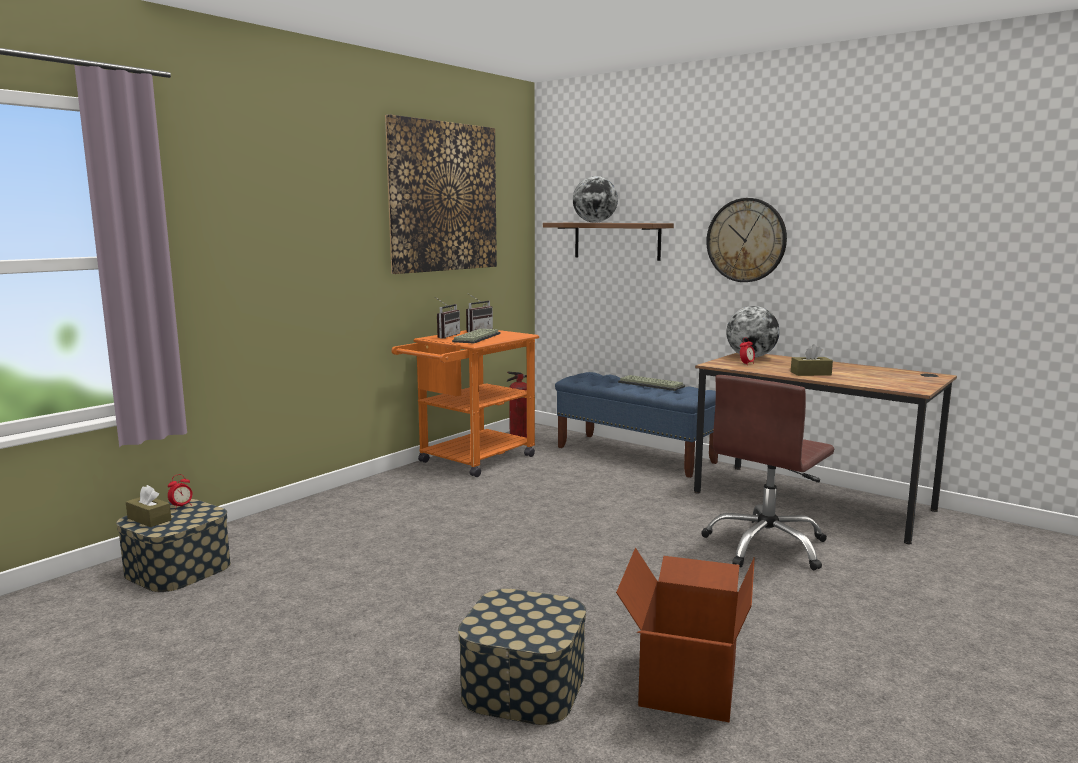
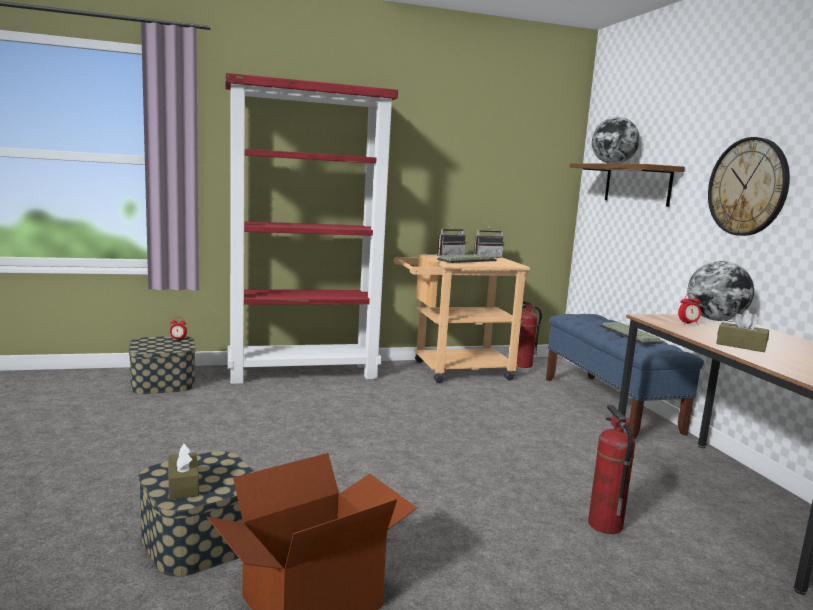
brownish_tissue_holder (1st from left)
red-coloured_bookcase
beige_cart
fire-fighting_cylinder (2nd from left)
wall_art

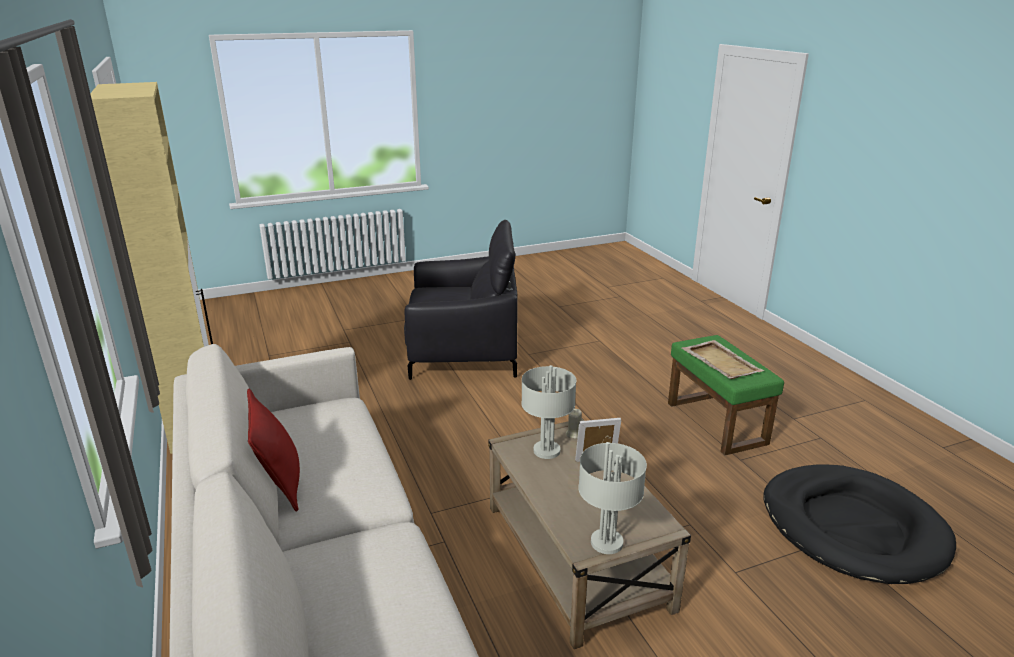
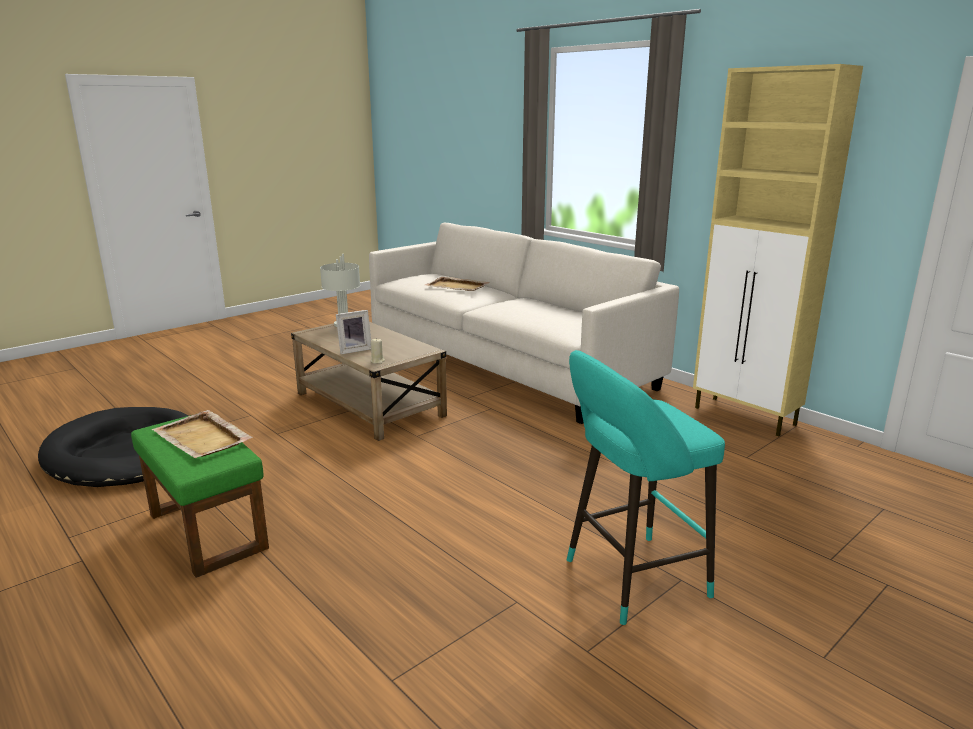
beige_carrying_tray (2nd from left)
turquoise-coloured_stool
red-coloured_throw_pillow
gray_lamp_for_a_table (1st from left in the first image)

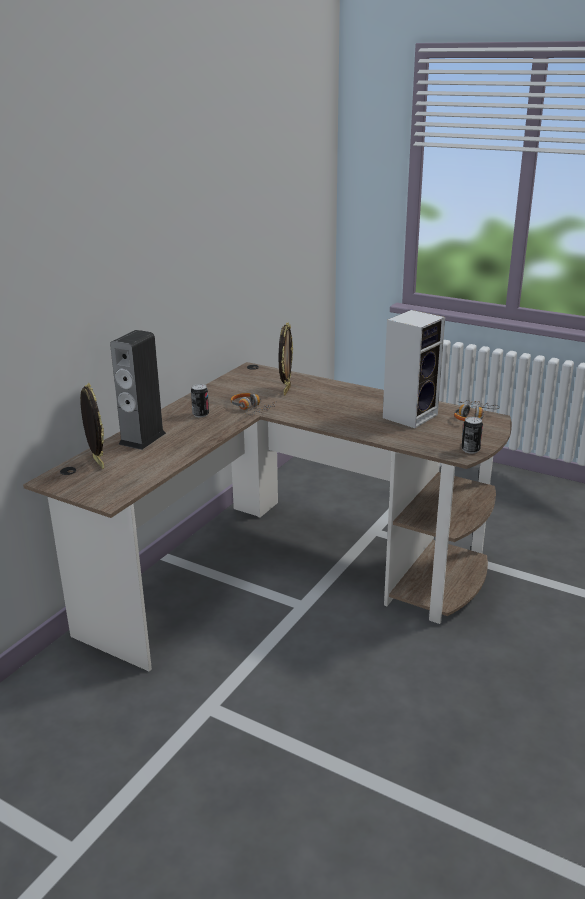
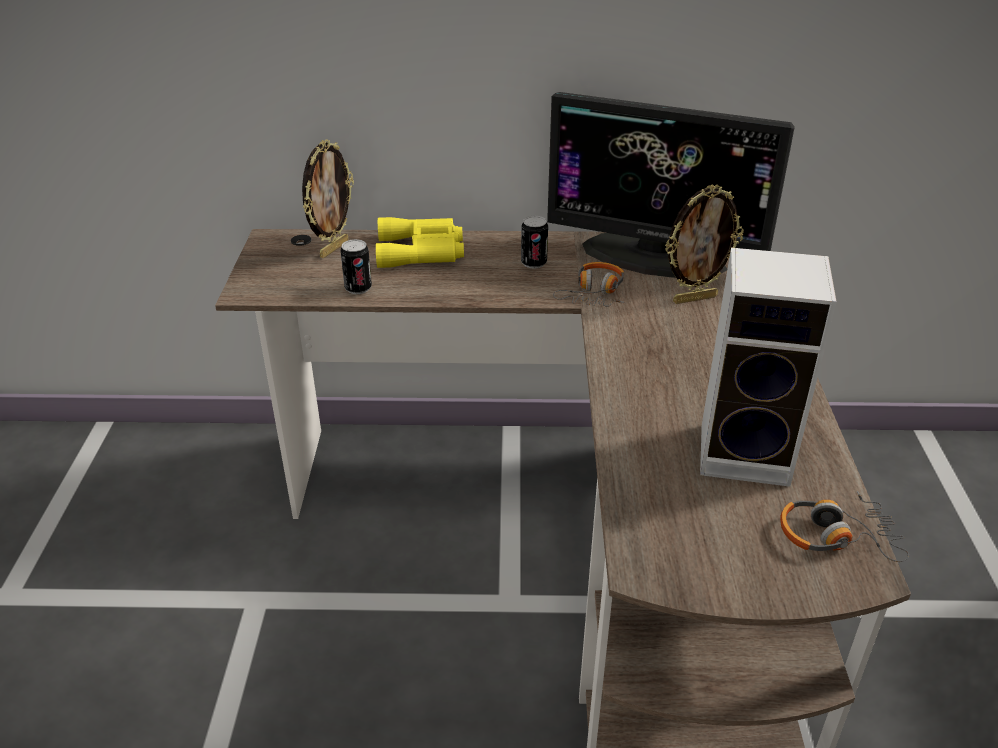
sealed_can (1st from left)
yellow-coloured_pair_of_binoculars
computer_display

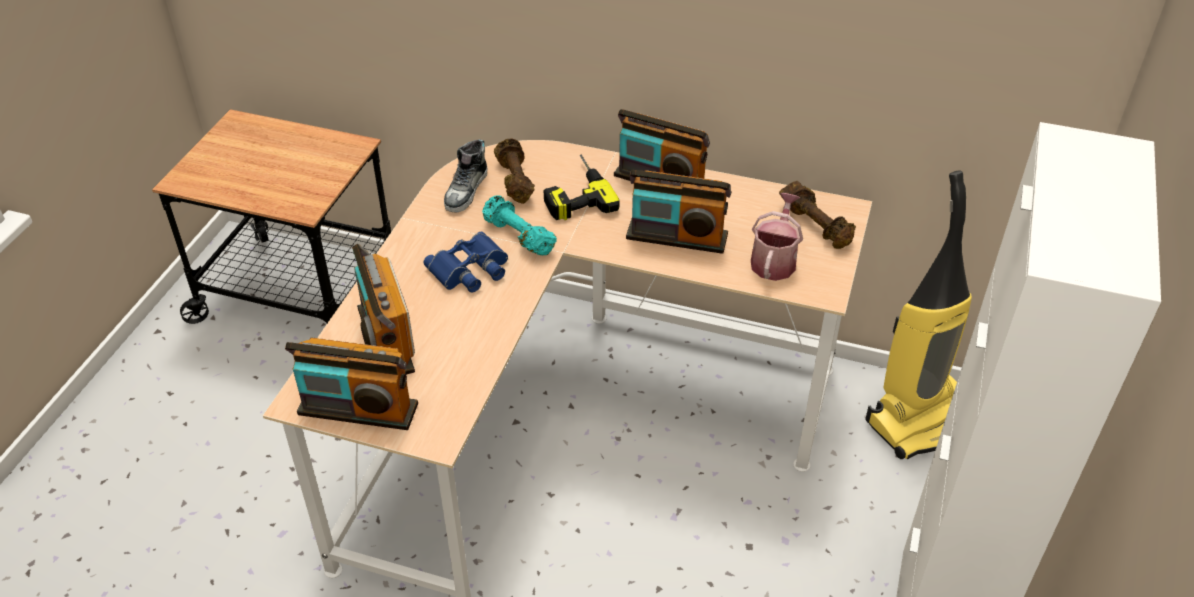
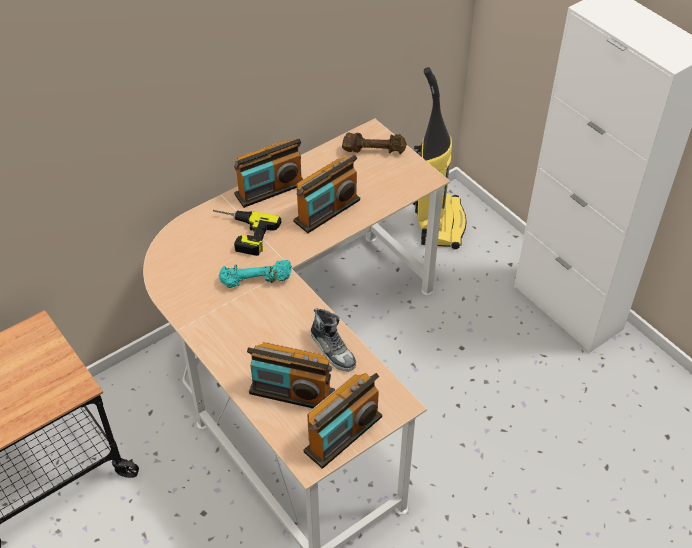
low_shoe
bluish_pair_of_binoculars
brownish_dumbbell (1st from left in the first image)
sprinkling_can

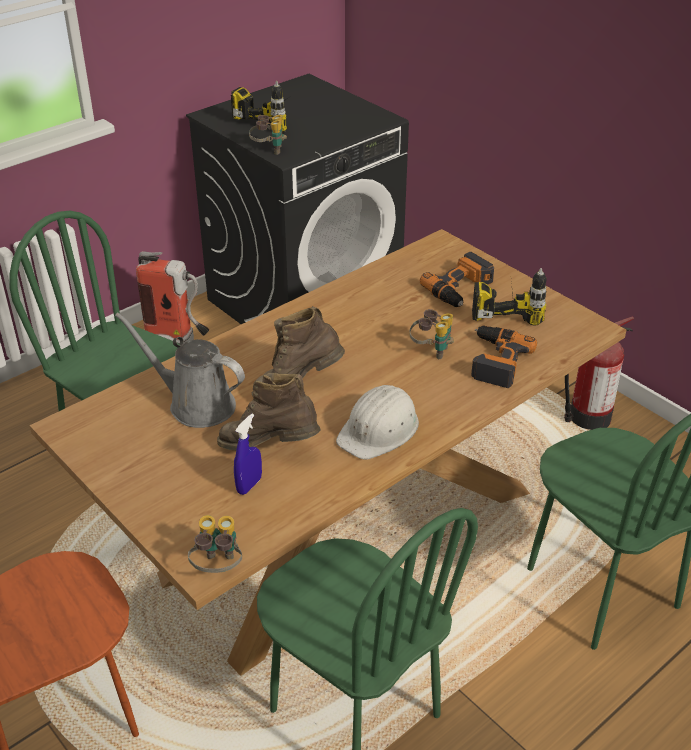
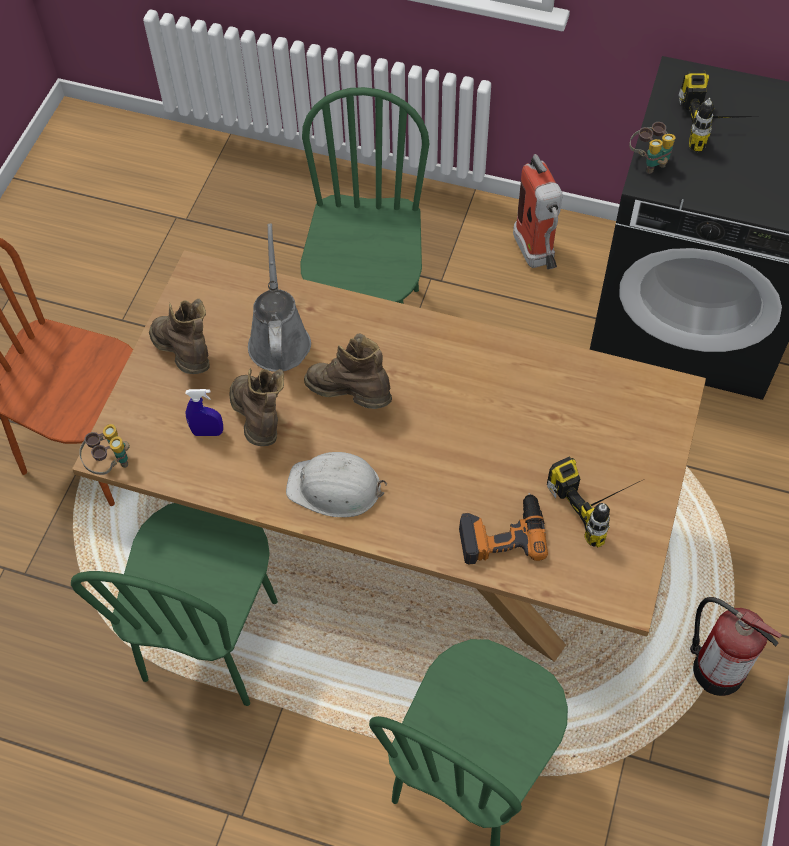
brownish_tall_boot (1st from left)
pair_of_binoculars (3rd from left in the first image)
drill (2nd from left in the first image)

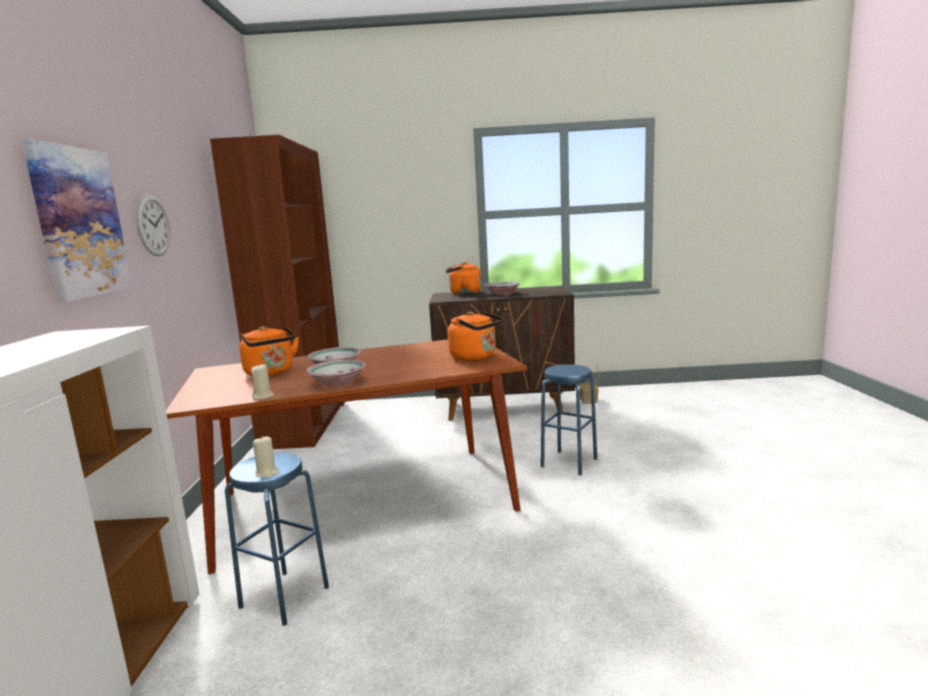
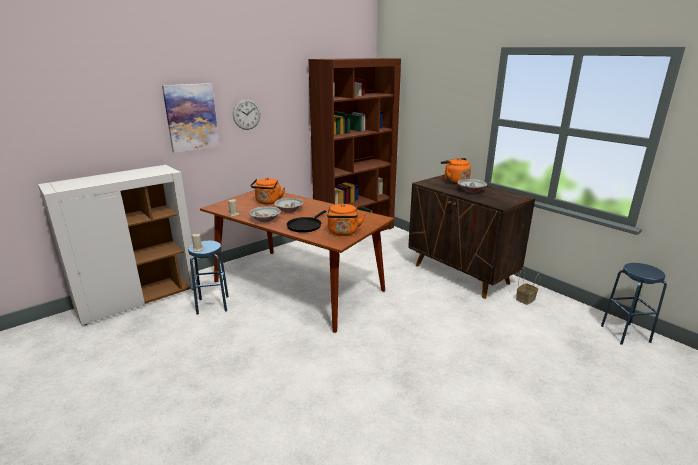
black_skillet
bluish_stool (2nd from left)

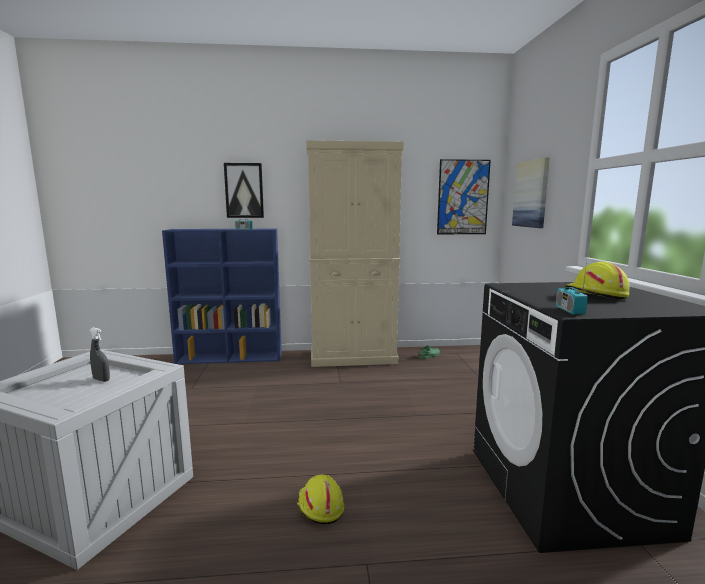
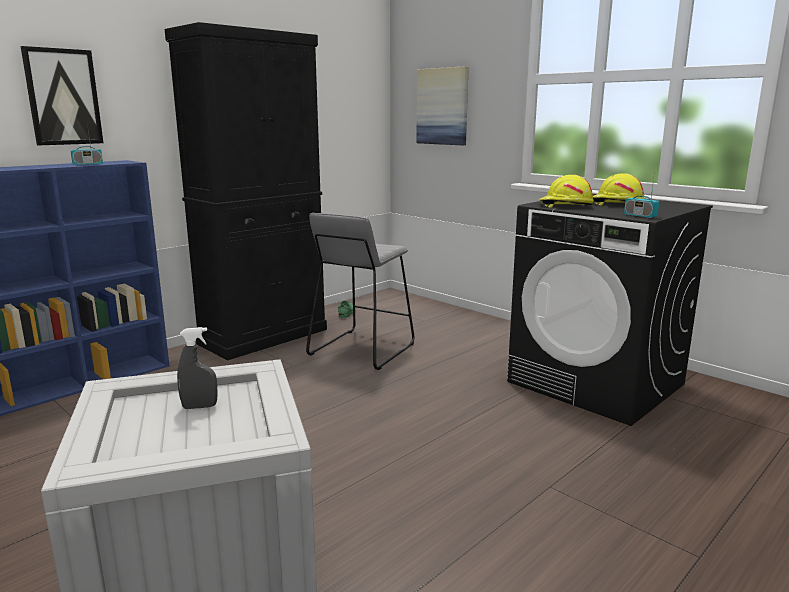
black_storage_cabinet
gray_stool
yellow-coloured_hard_hat (1st from left)
wall_art (2nd from left in the first image)

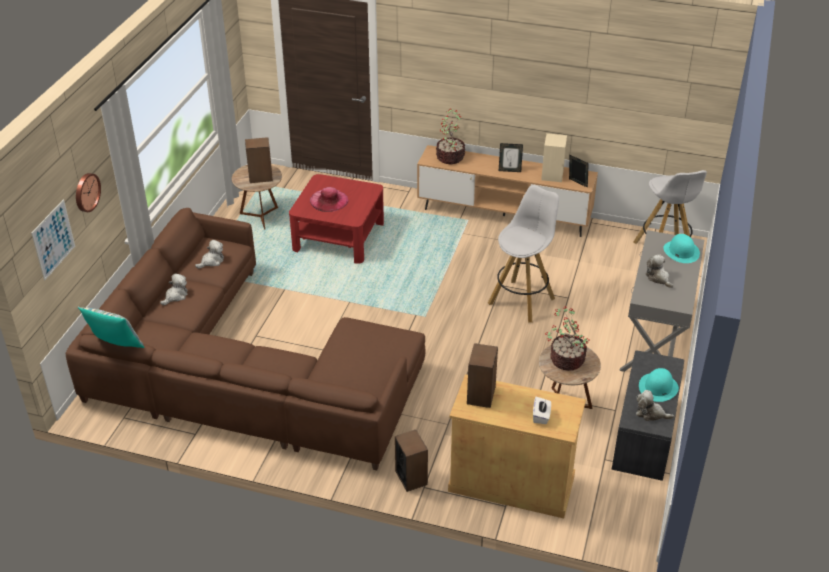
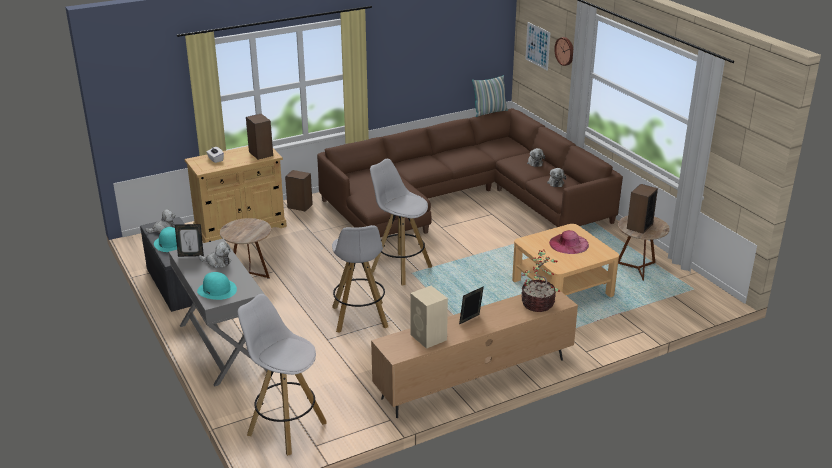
standing_frame (1st from left)
whitish_stool (3rd from left)
beige_low_table
plant_in_a_pot (2nd from left in the first image)

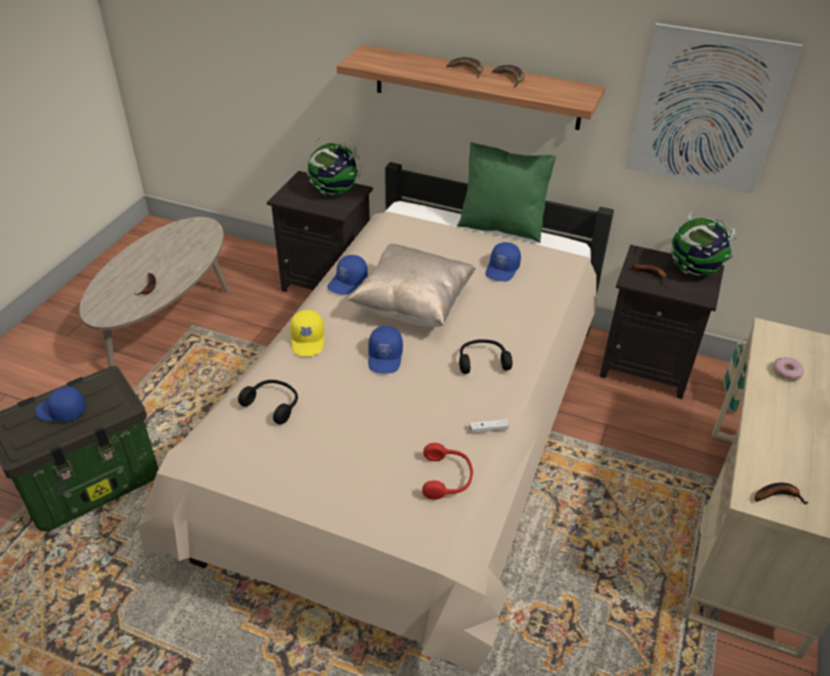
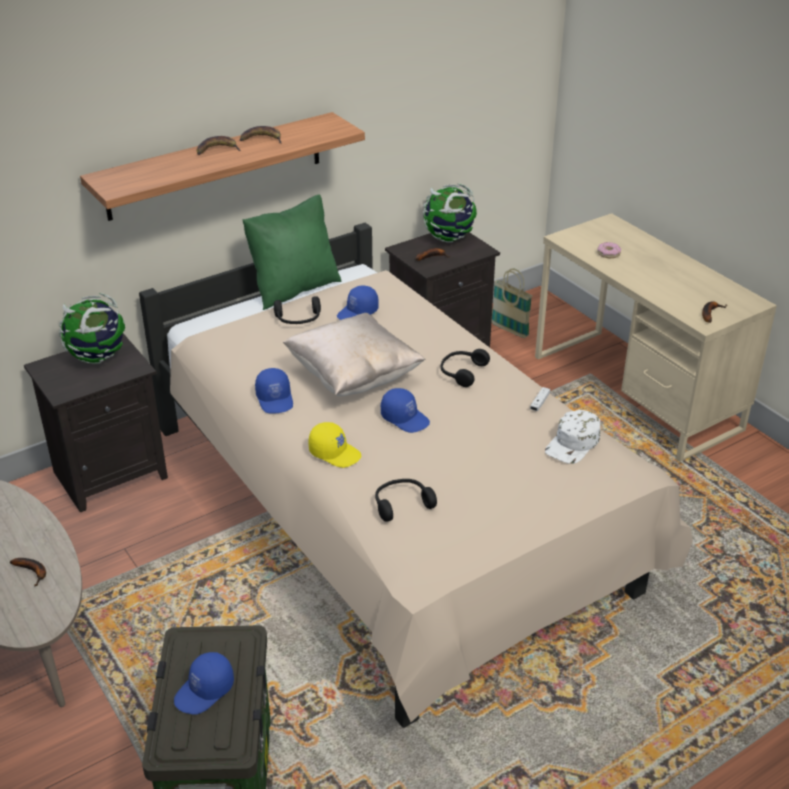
black_headset (1st from left)
bluish_cap (3rd from left)
whitish_cap
wall_art

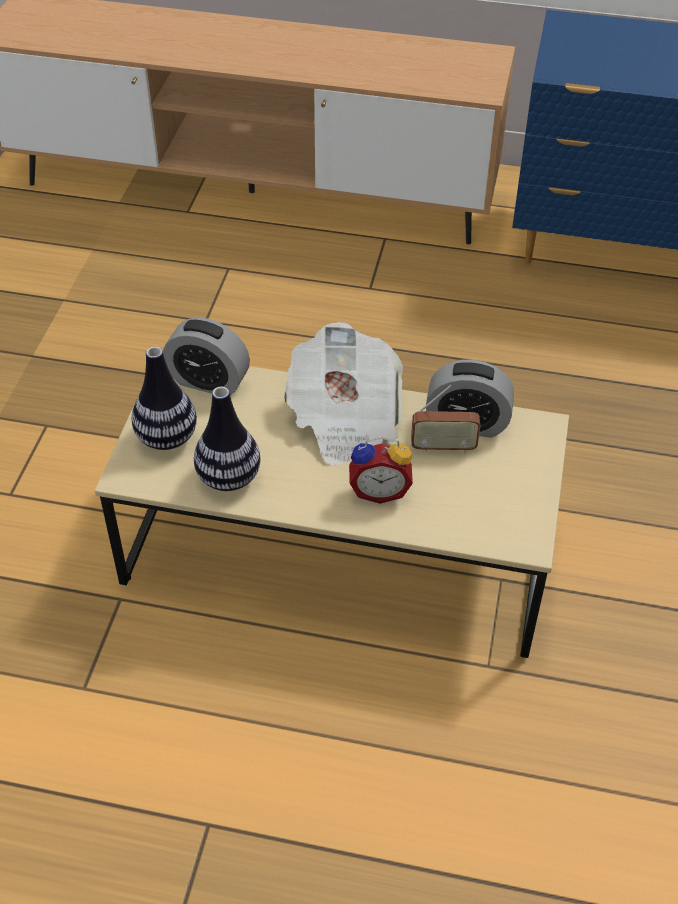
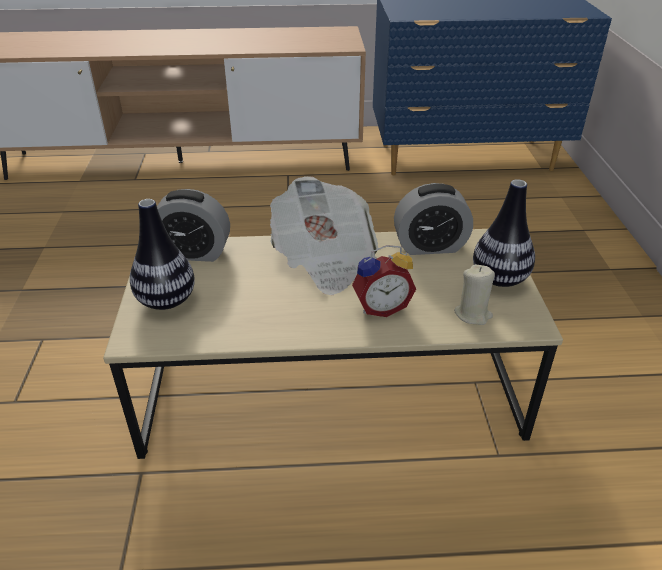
beige_wax_light
vase (2nd from left)
radio

